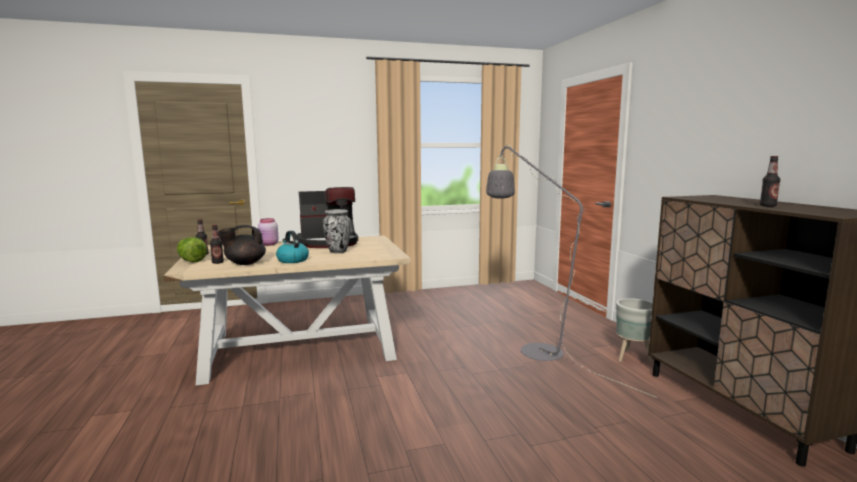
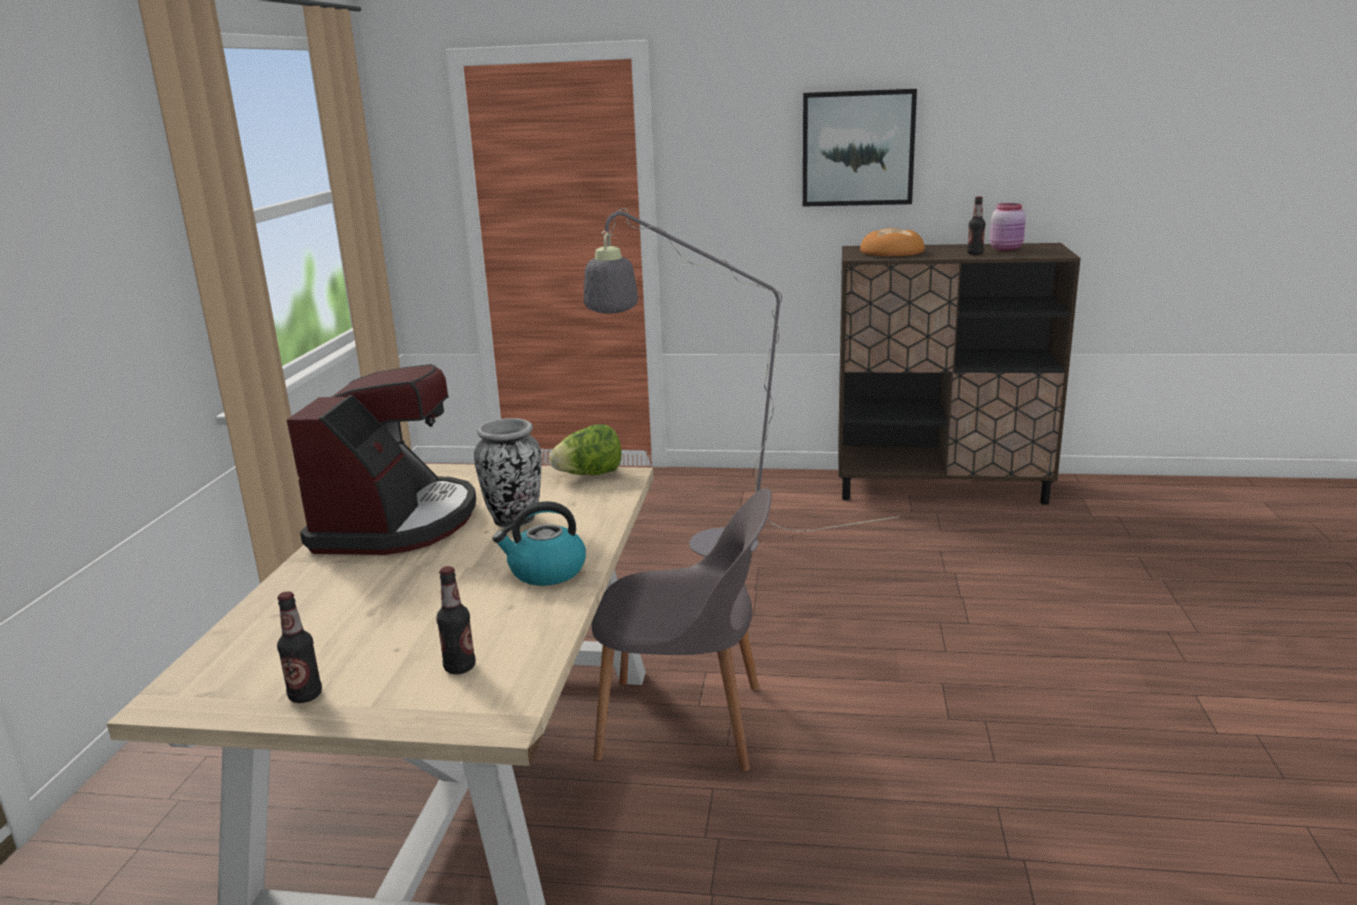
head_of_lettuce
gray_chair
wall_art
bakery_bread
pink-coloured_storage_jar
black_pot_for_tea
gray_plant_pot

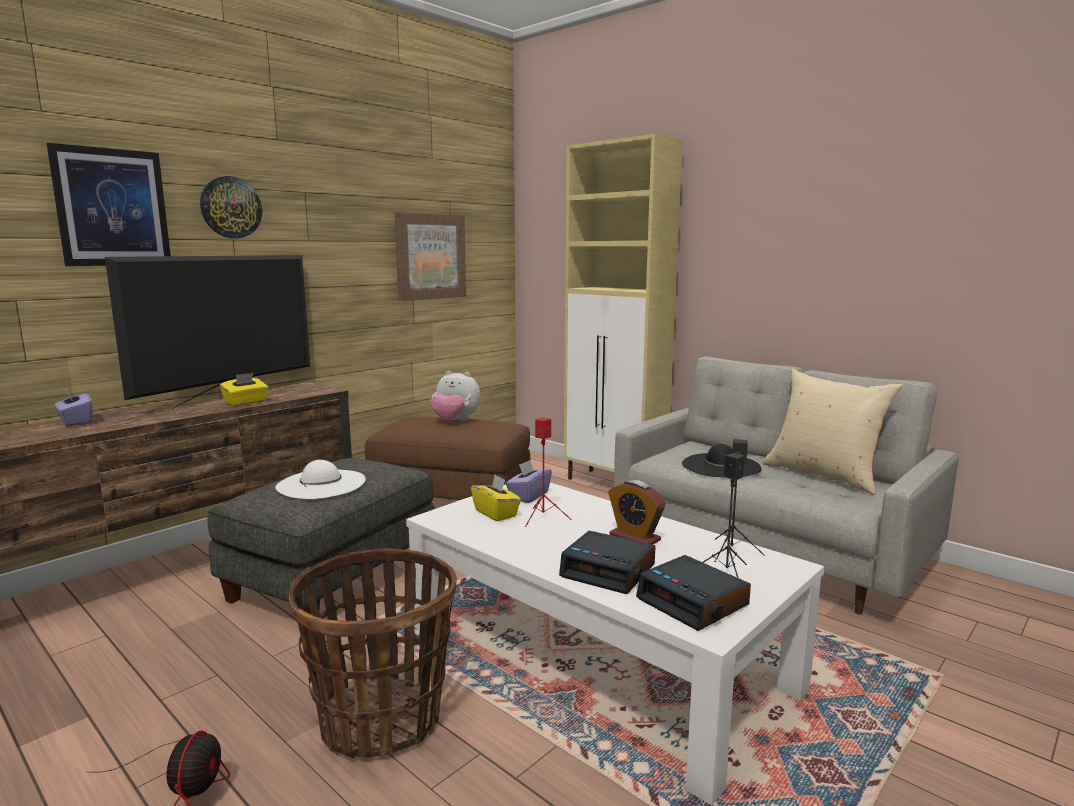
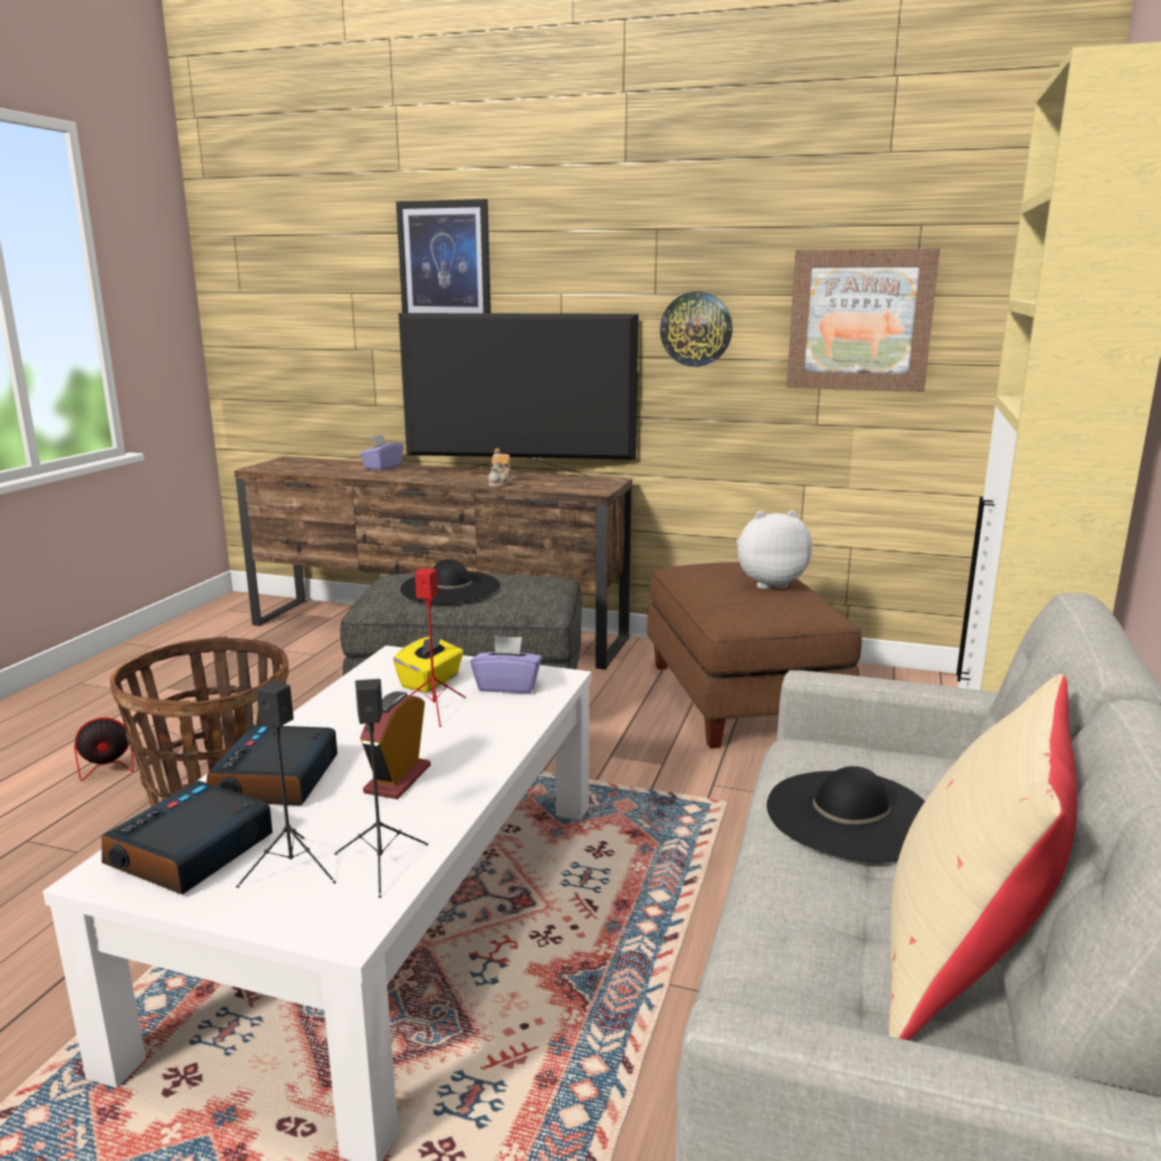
black_hat (1st from left)
pot_for_tea
hanging_clock
soft_toy

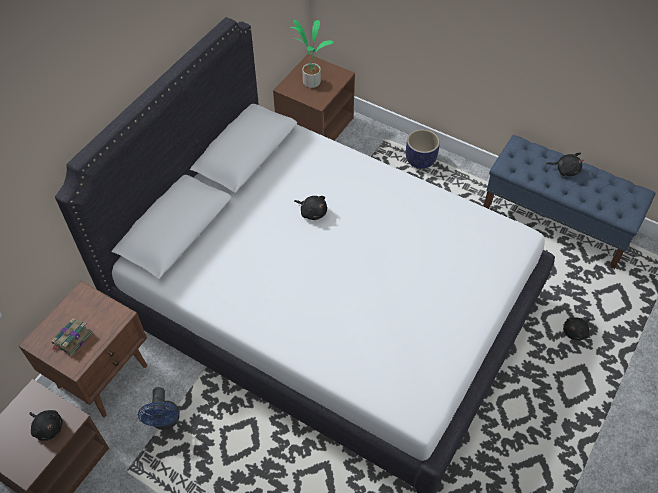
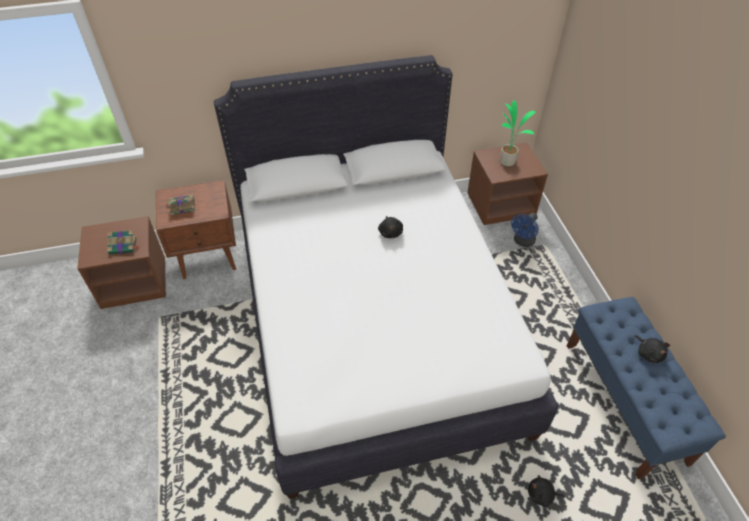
book (1st from left)
bluish_fan
plant_pot

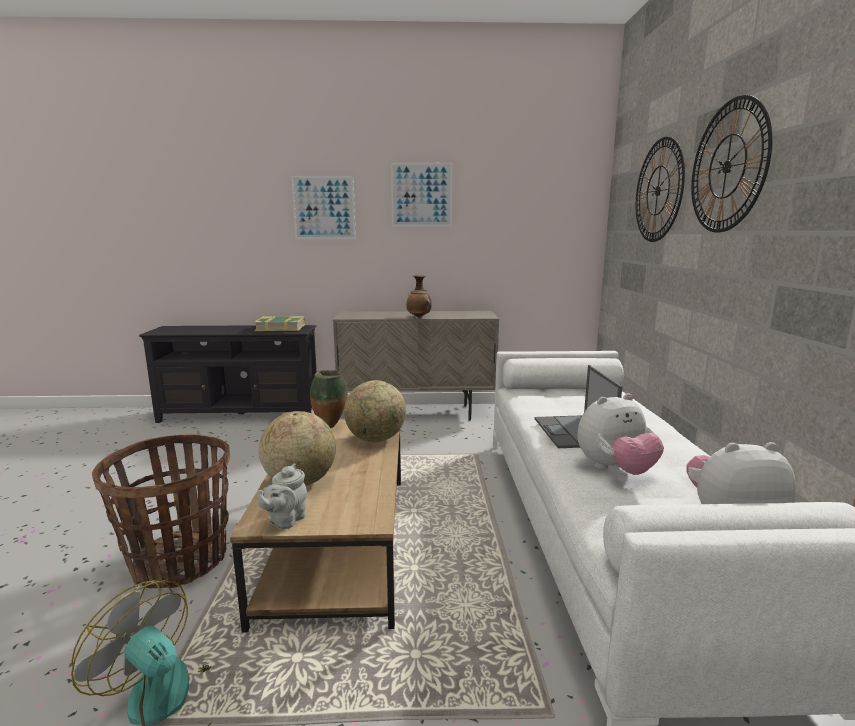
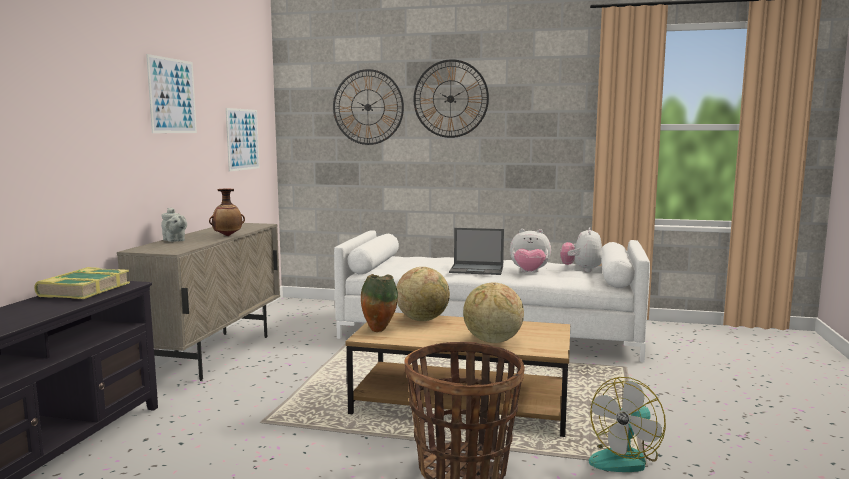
gray_pot_for_tea
wall_art (2nd from left)
soft_toy (1st from left)

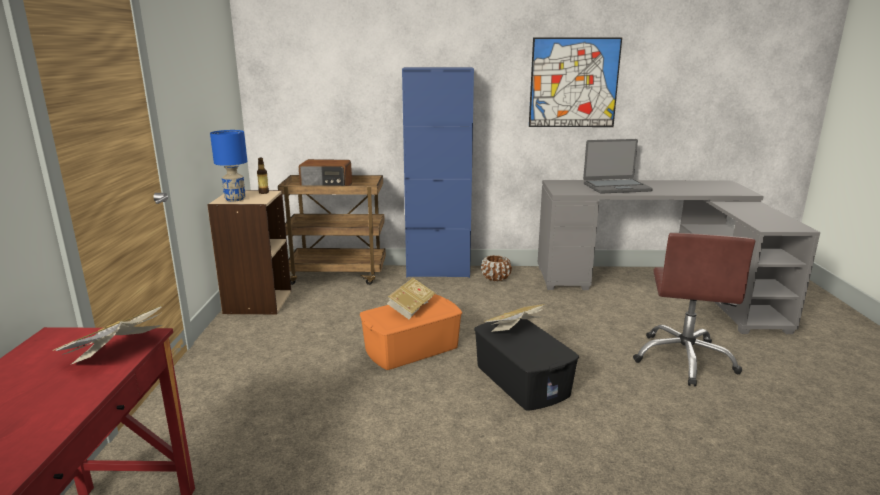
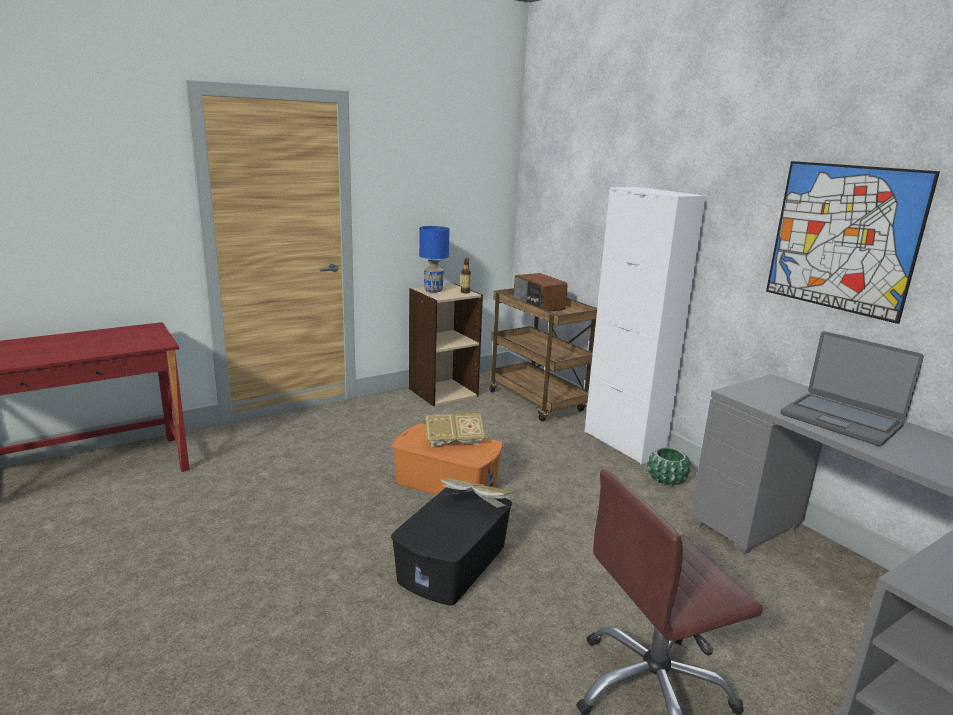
whitish_storage_cabinet
greenish_plant_pot
book (1st from left in the first image)

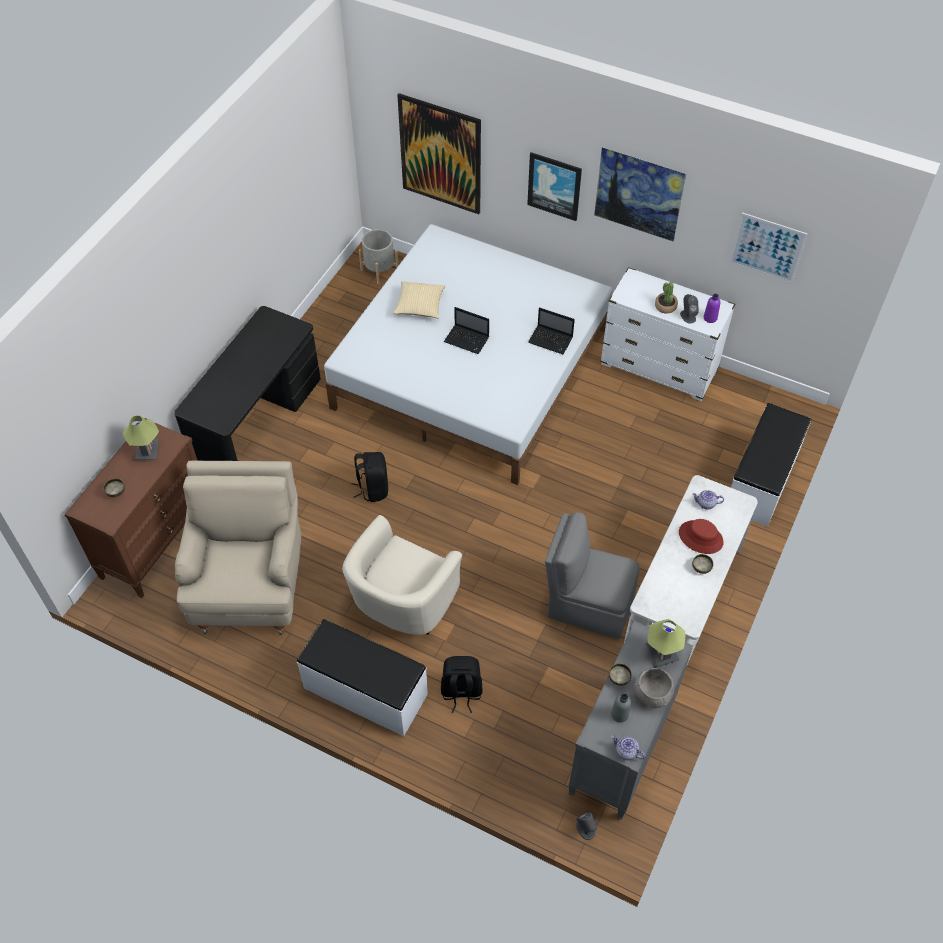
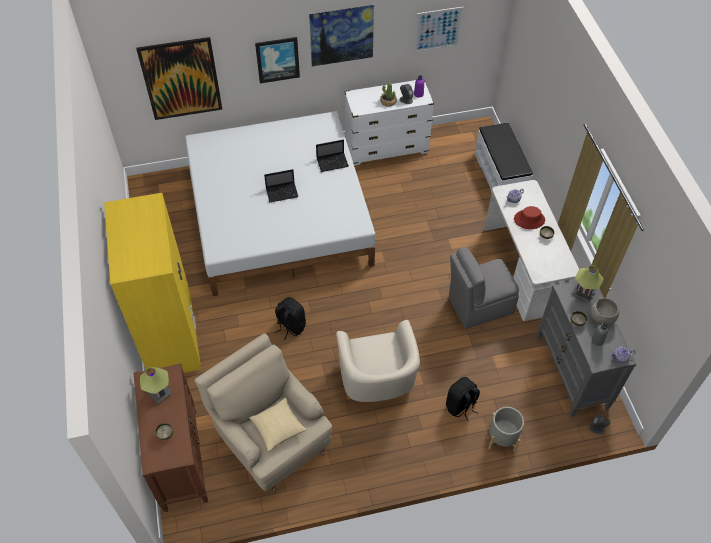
yellow-coloured_clothes_cupboard
throw_pillow
gray_plant_pot
whitish_indoor_bench (1st from left in the first image)

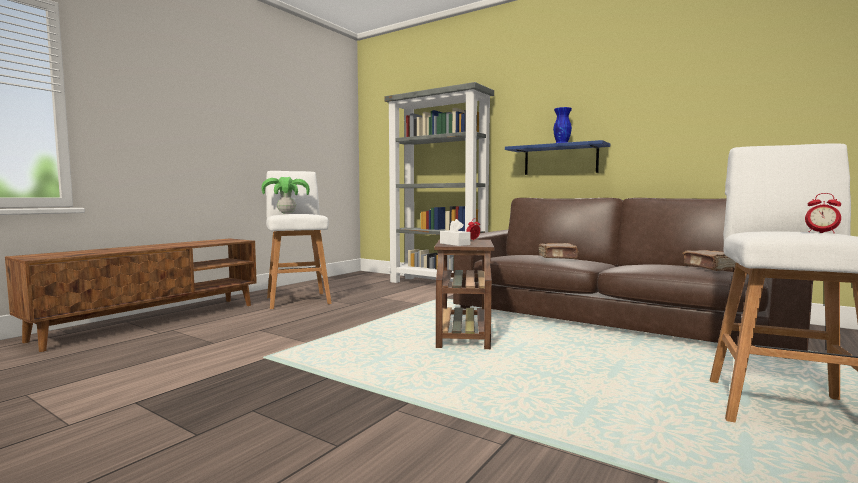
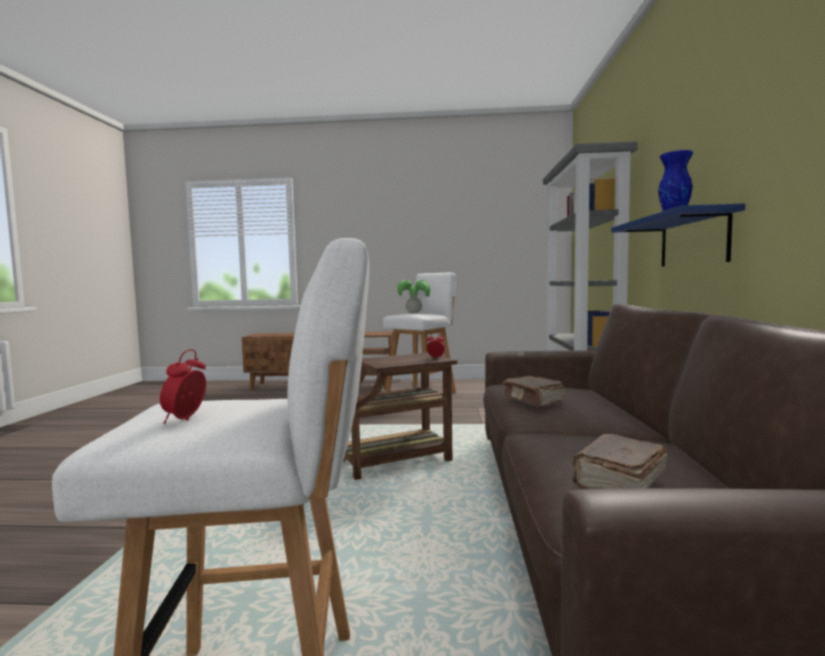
whitish_tissue_holder

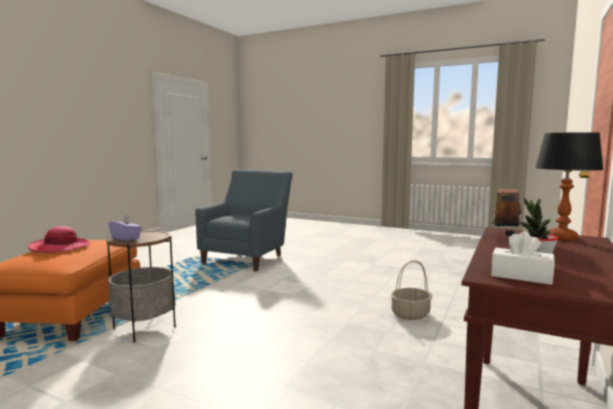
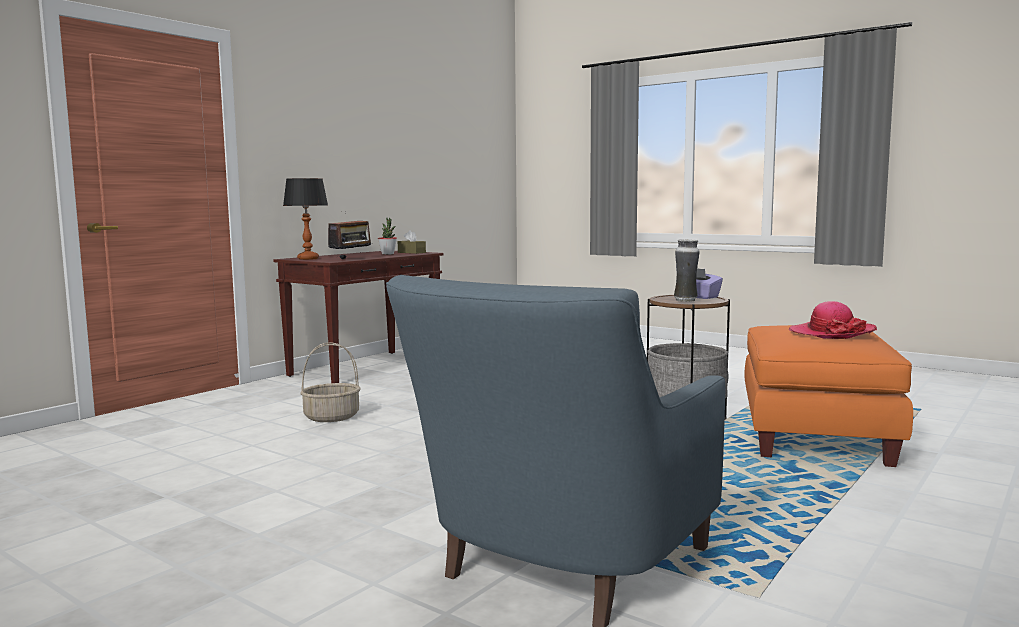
brownish_tissue_holder
vase

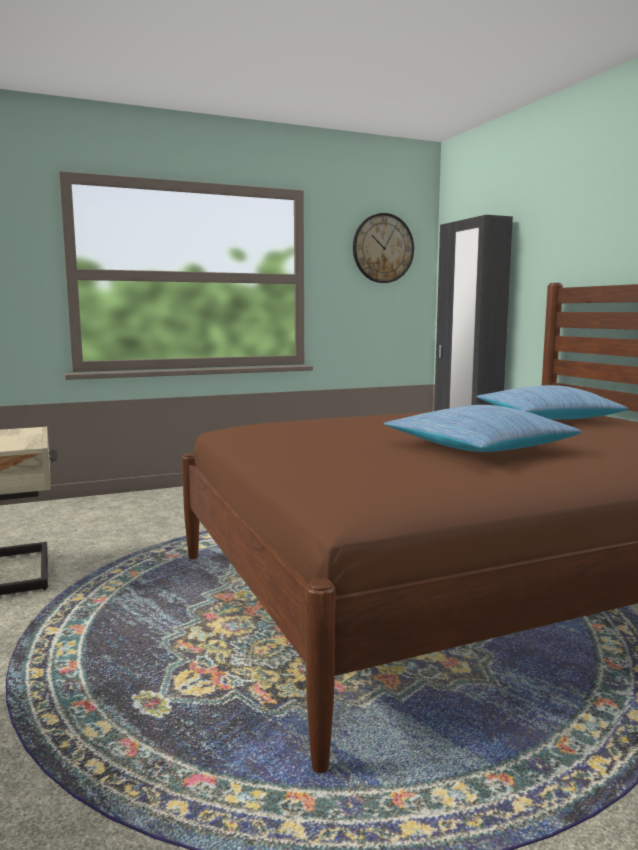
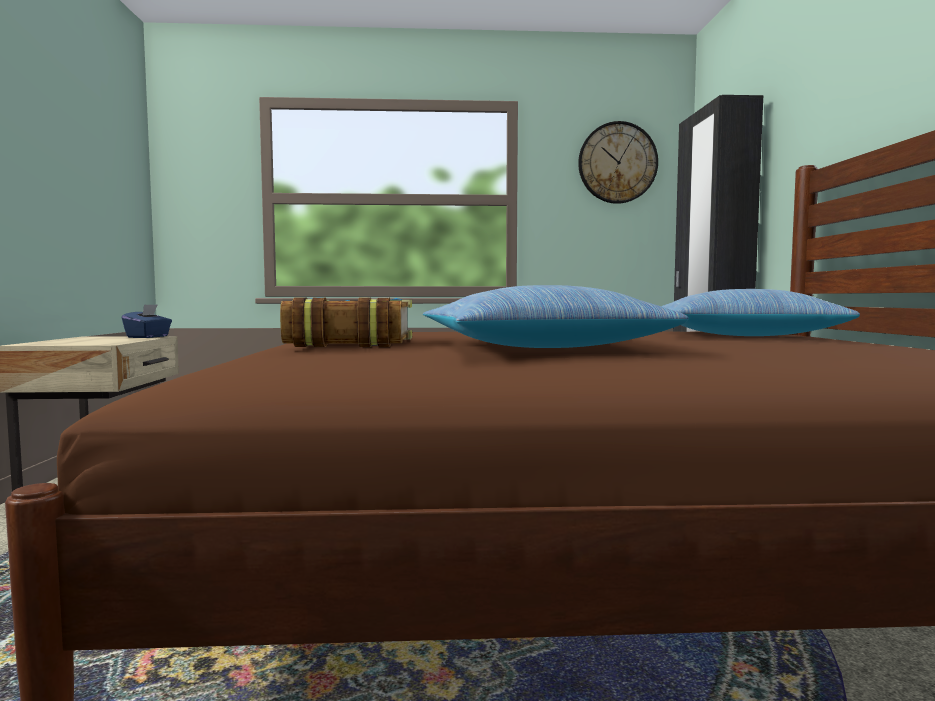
bluish_tissue_holder
book

